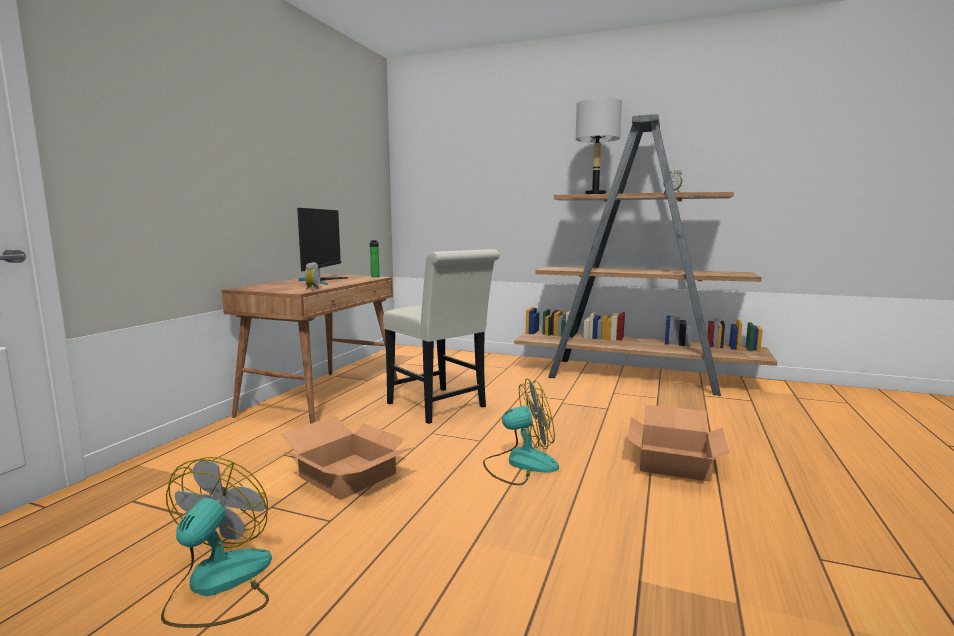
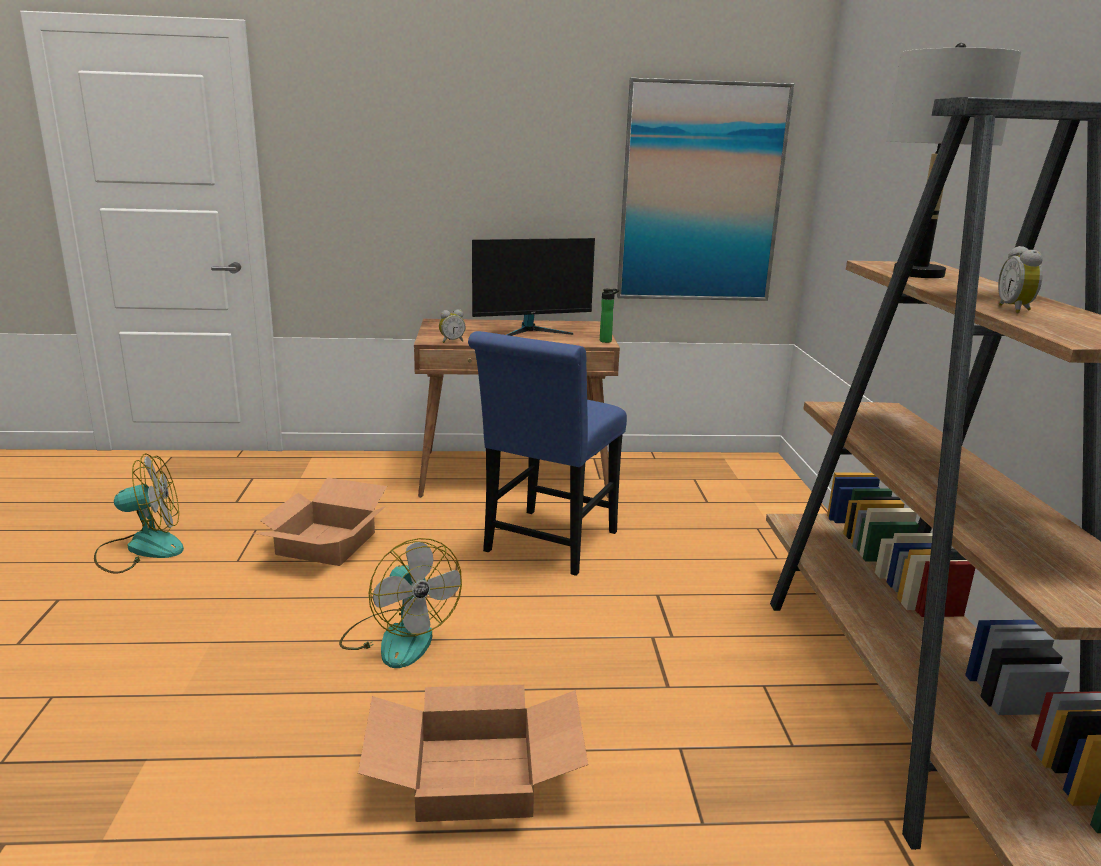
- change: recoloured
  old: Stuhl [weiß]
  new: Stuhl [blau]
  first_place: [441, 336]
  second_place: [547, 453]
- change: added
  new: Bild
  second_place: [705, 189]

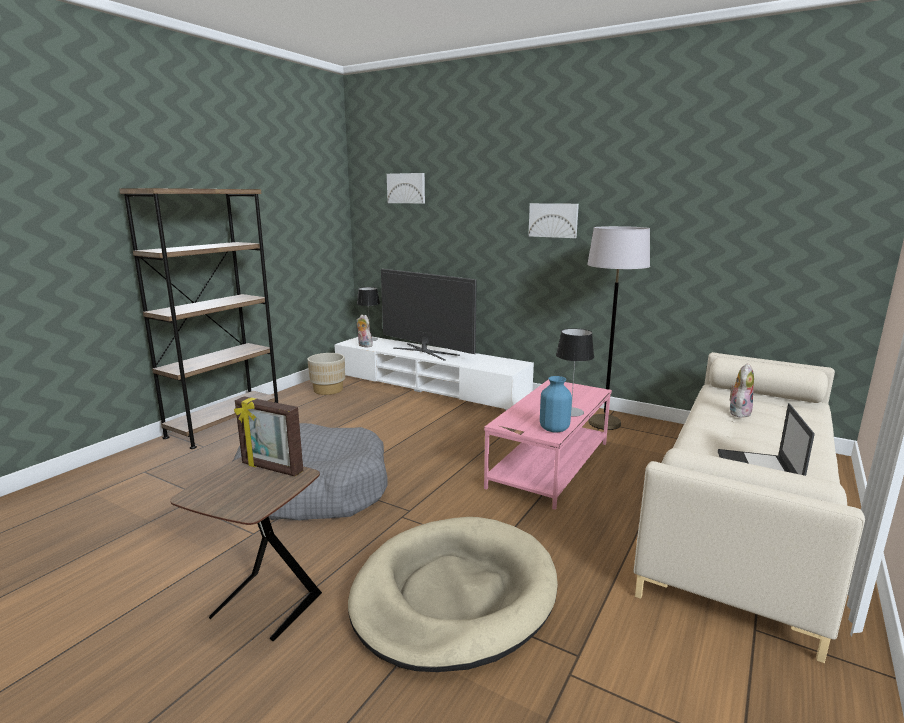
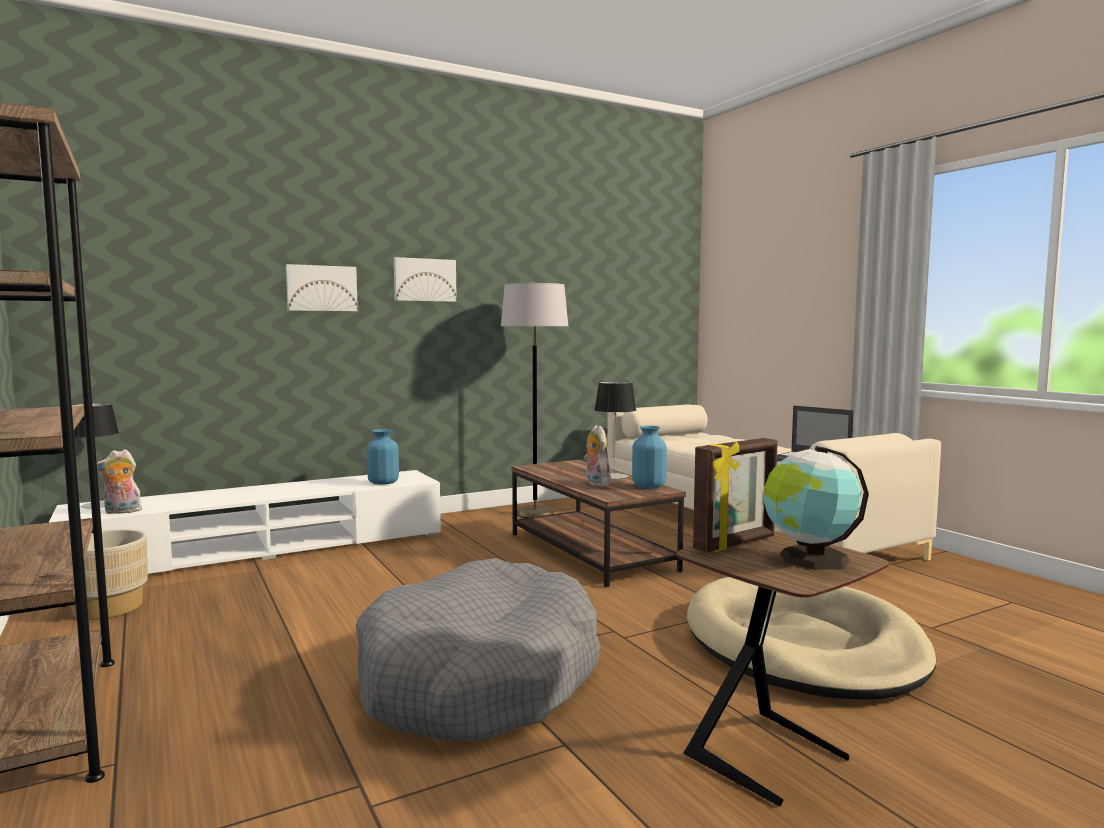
- change: removed
  old: Fernseher
  first_place: [429, 315]
- change: moved
  old: Bild
  first_place: [406, 188]
  second_place: [322, 287]
- change: recoloured
  old: Couchtisch [rosa]
  new: Couchtisch [braun]
  first_place: [548, 444]
  second_place: [598, 523]
- change: moved
  old: Plüschtier
  first_place: [741, 390]
  second_place: [597, 456]
- change: added
  new: Vase [blau]
  second_place: [383, 457]
- change: added
  new: Globus
  second_place: [816, 508]

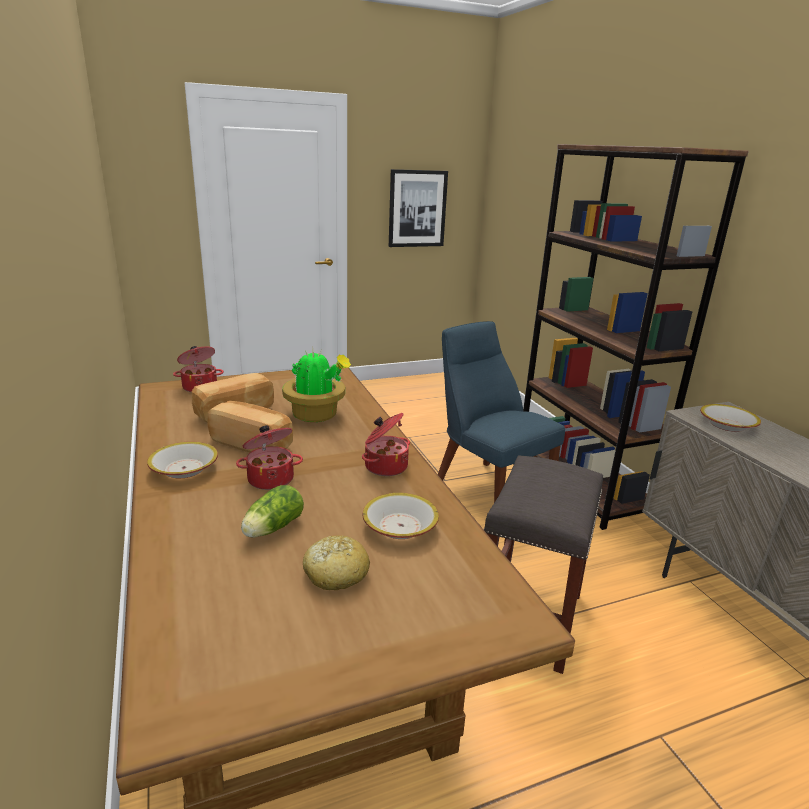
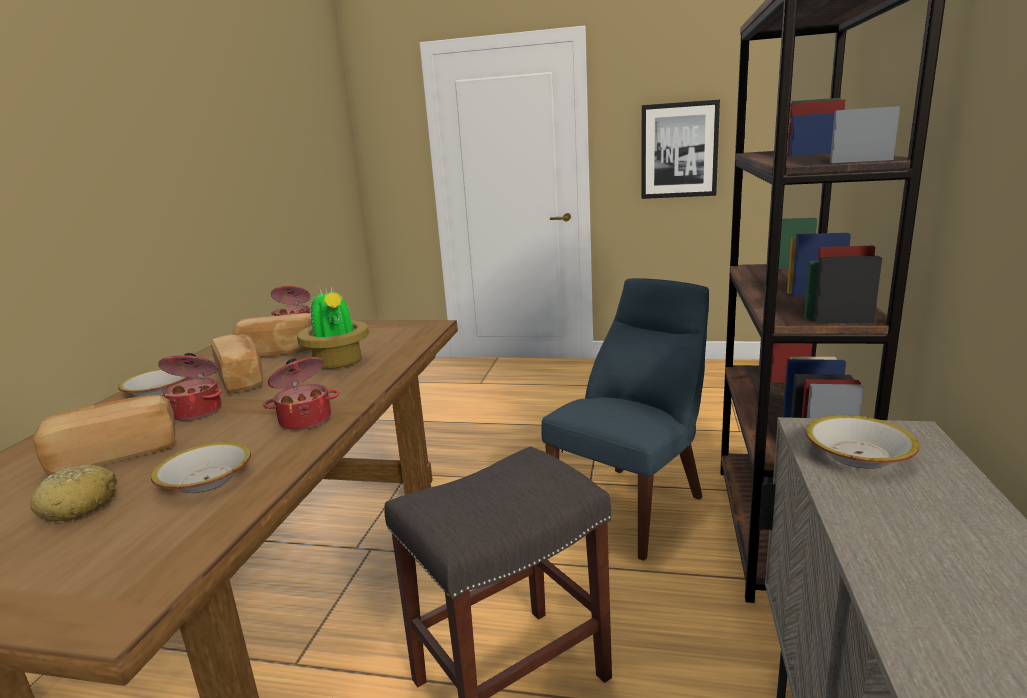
- change: replaced
  old: Salatkopf
  new: Brot
  first_place: [272, 511]
  second_place: [104, 435]
- change: turned
  old: Stuhl [blau]
  first_place: [501, 412]
  second_place: [625, 419]
  degrees: 45

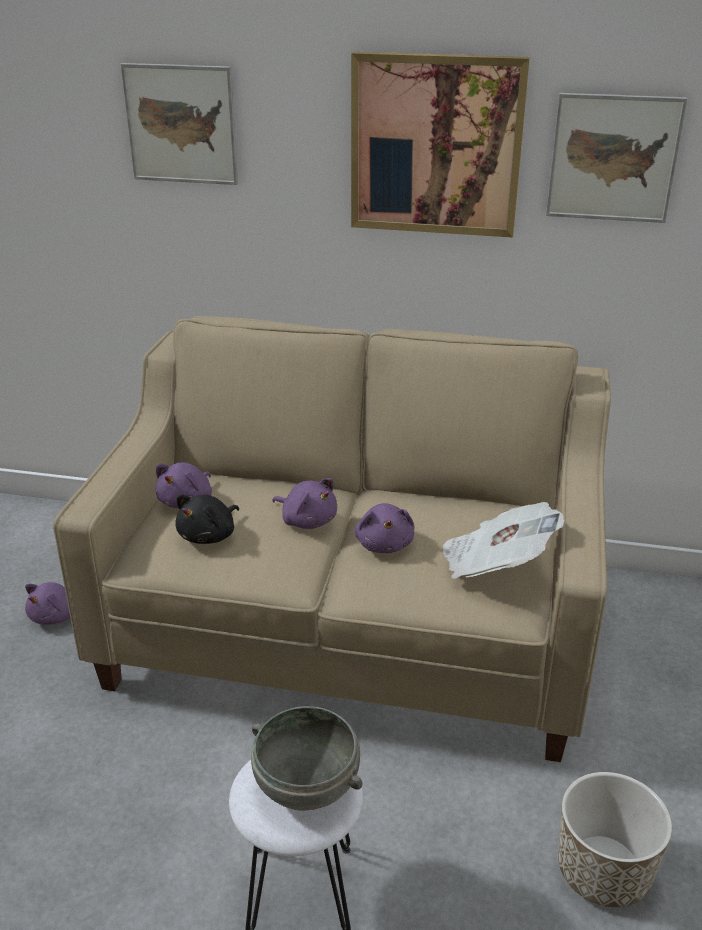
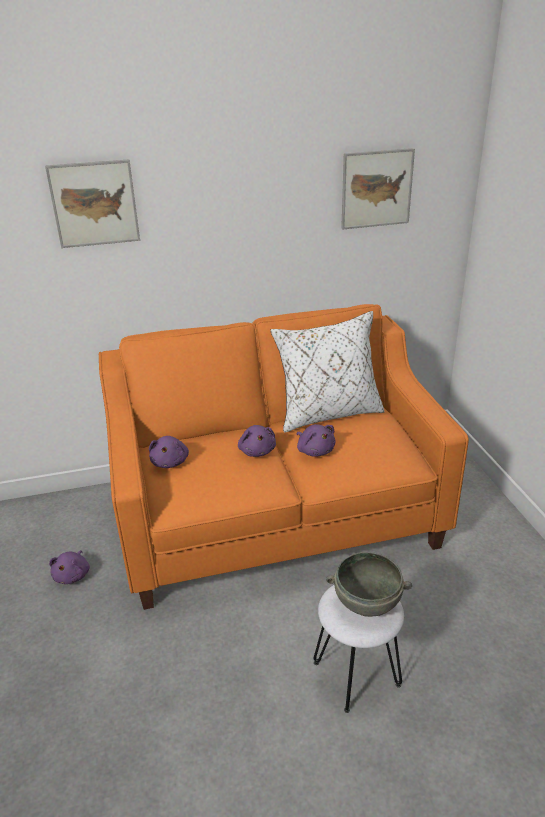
- change: recoloured
  old: Sofa [beige]
  new: Sofa [orange]
  first_place: [332, 539]
  second_place: [284, 457]
- change: removed
  old: Plüschtier [schwarz]
  first_place: [207, 519]
- change: turned
  old: Plüschtier [lila]
  first_place: [304, 503]
  second_place: [257, 441]
  degrees: 60
- change: removed
  old: Bild
  first_place: [440, 145]
- change: removed
  old: Zeitung
  first_place: [503, 540]
- change: removed
  old: Pflanzkübel
  first_place: [615, 839]
- change: added
  new: Kissen [weiß]
  second_place: [327, 371]

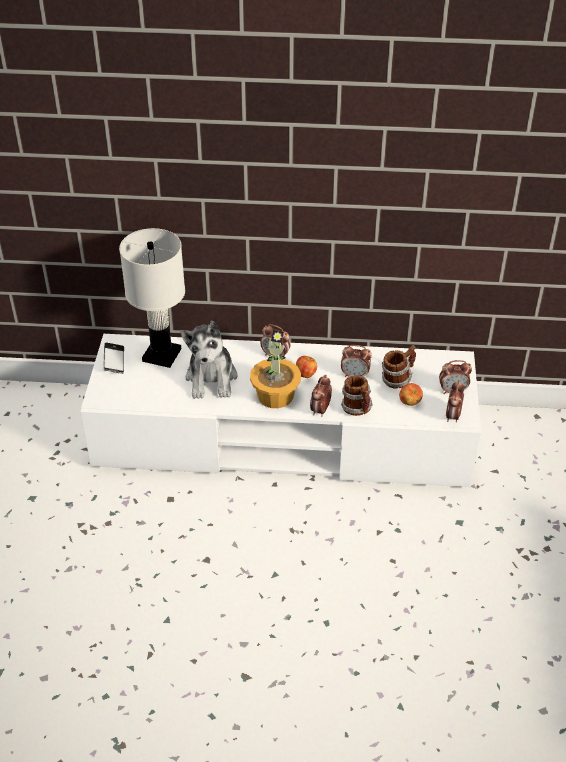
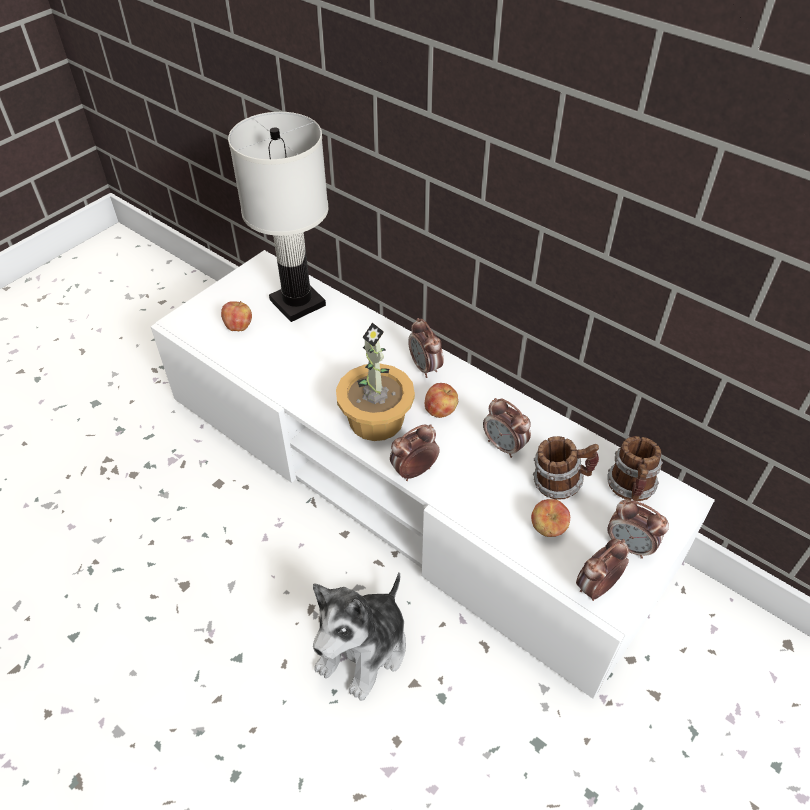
- change: removed
  old: Handy
  first_place: [113, 358]
- change: moved
  old: Plüschtier
  first_place: [209, 360]
  second_place: [359, 636]
- change: moved
  old: Henkelbecher
  first_place: [357, 396]
  second_place: [635, 468]
- change: added
  new: Apfel
  second_place: [236, 316]

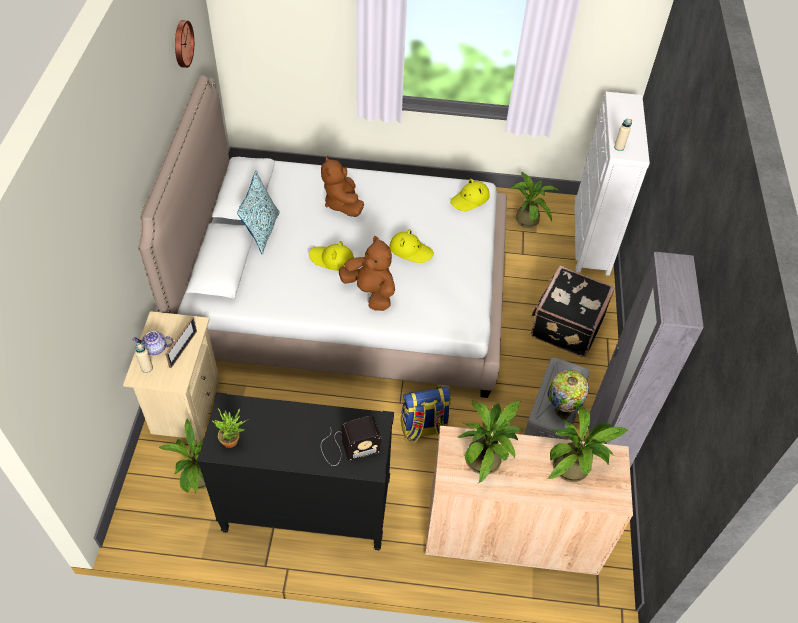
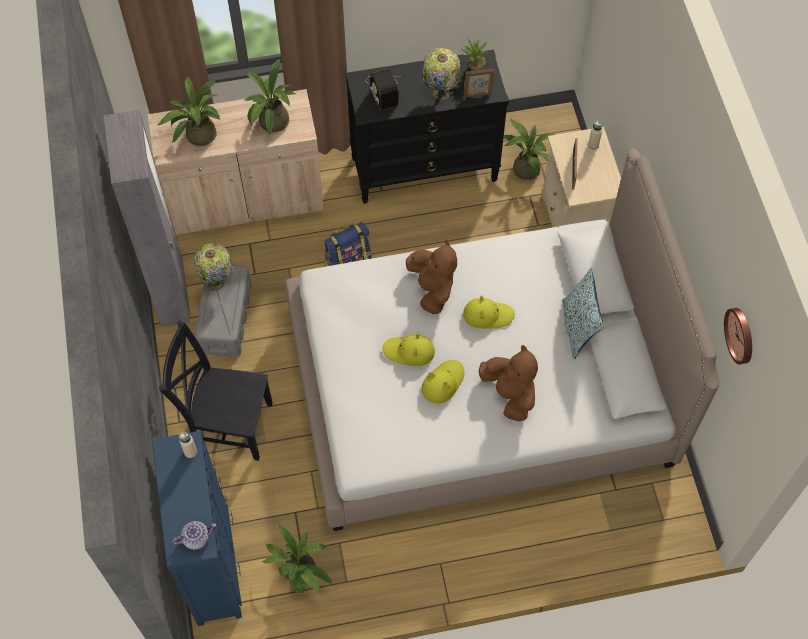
- change: moved
  old: Teekanne
  first_place: [153, 343]
  second_place: [194, 535]
- change: turned
  old: Radio
  first_place: [351, 441]
  second_place: [382, 89]
  degrees: -75
- change: turned
  old: Plüschtier [braun]
  first_place: [367, 273]
  second_place: [431, 277]
  degrees: -135
- change: moved
  old: Hut [gelb]
  first_place: [470, 195]
  second_place: [442, 382]
- change: replaced
  old: Koffer [schwarz]
  new: Stuhl [schwarz]
  first_place: [573, 311]
  second_place: [216, 390]
- change: recoloured
  old: Kommode [weiß]
  new: Kommode [blau]
  first_place: [612, 184]
  second_place: [197, 528]
- change: added
  new: Tischlampe
  second_place: [441, 74]
- change: added
  new: Bilderrahmen
  second_place: [479, 83]

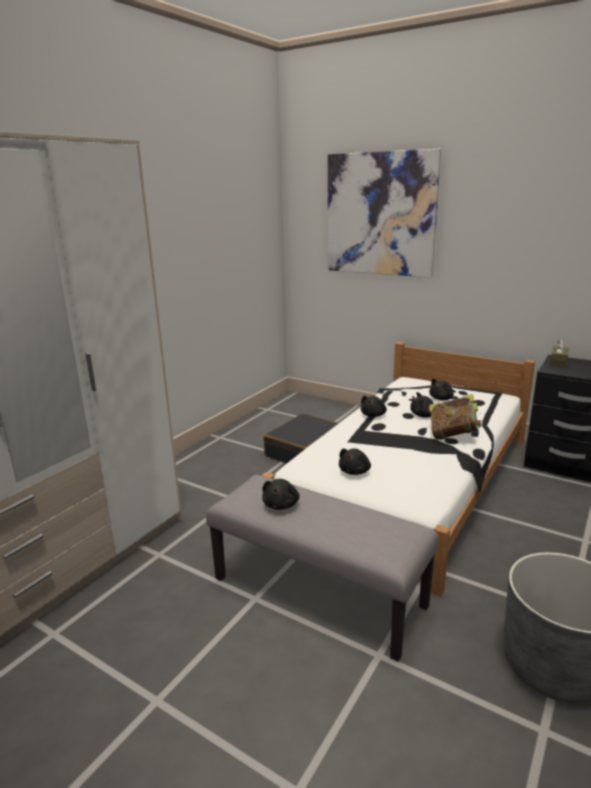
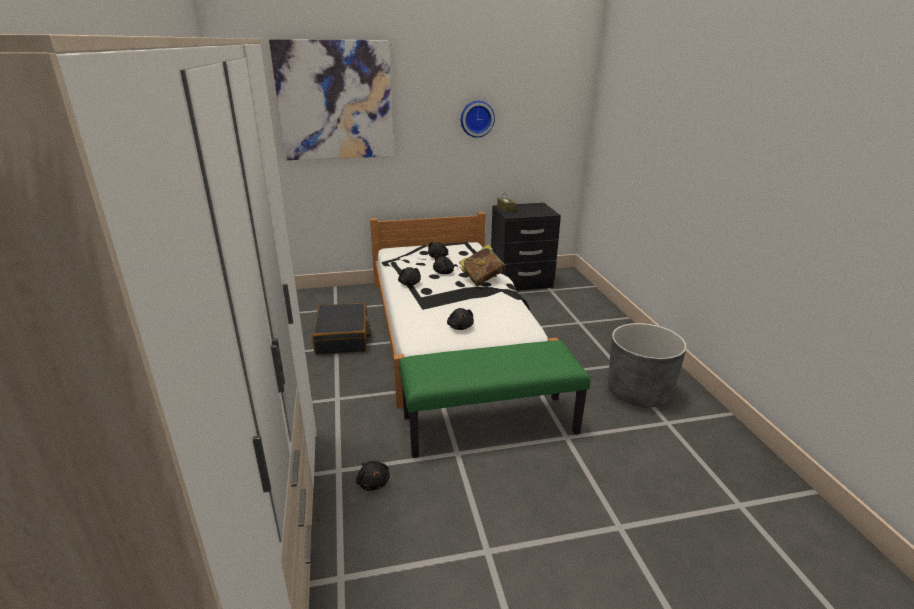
- change: recoloured
  old: Bank [grau]
  new: Bank [grün]
  first_place: [322, 568]
  second_place: [494, 399]
- change: moved
  old: Plüschtier [schwarz]
  first_place: [281, 494]
  second_place: [373, 476]
- change: added
  new: Wanduhr
  second_place: [478, 119]

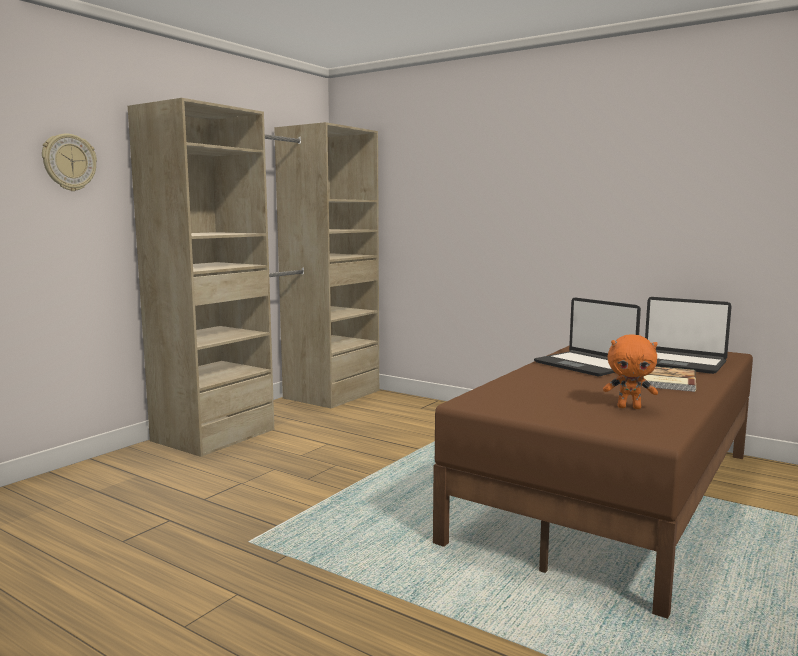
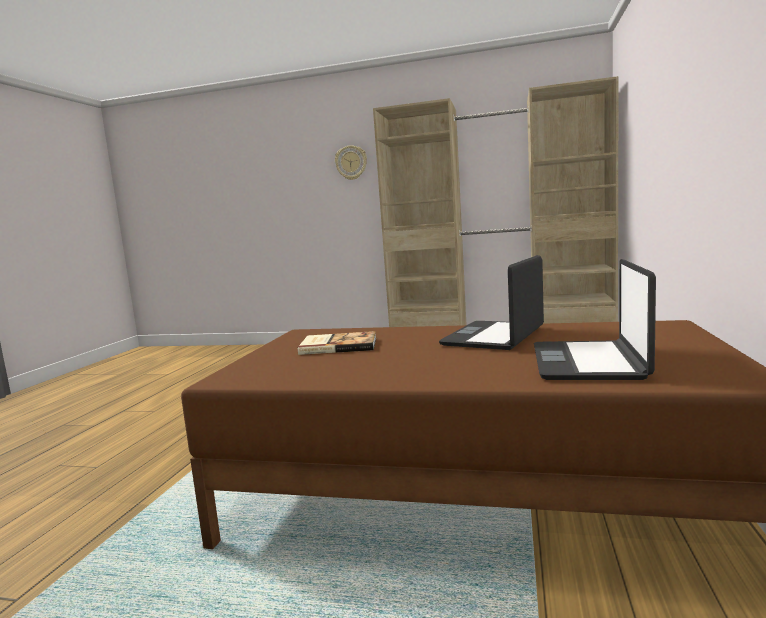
- change: removed
  old: Plüschtier [orange]
  first_place: [630, 372]
- change: moved
  old: Buch
  first_place: [669, 379]
  second_place: [337, 343]

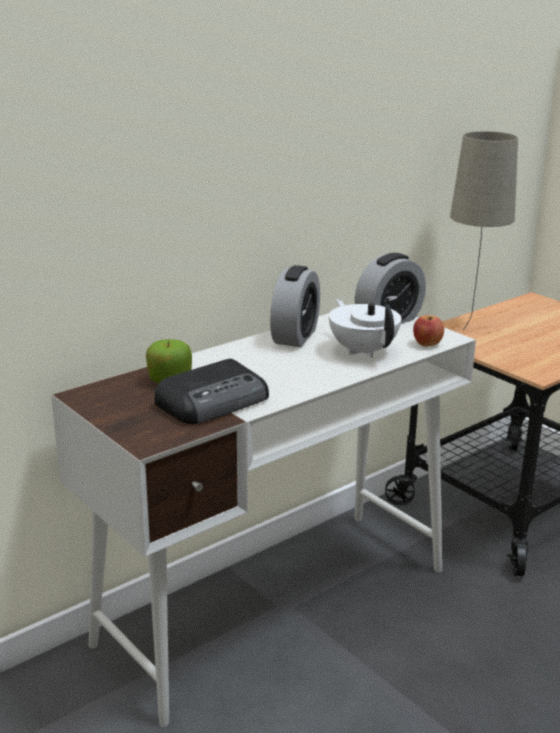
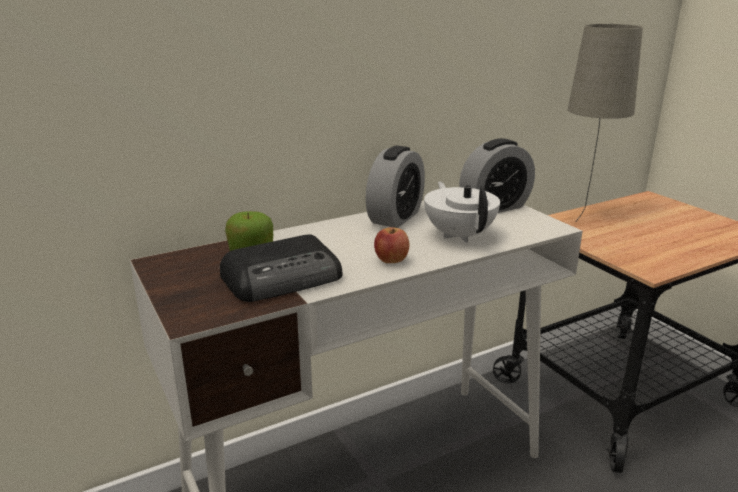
- change: moved
  old: Apfel
  first_place: [428, 330]
  second_place: [391, 245]

